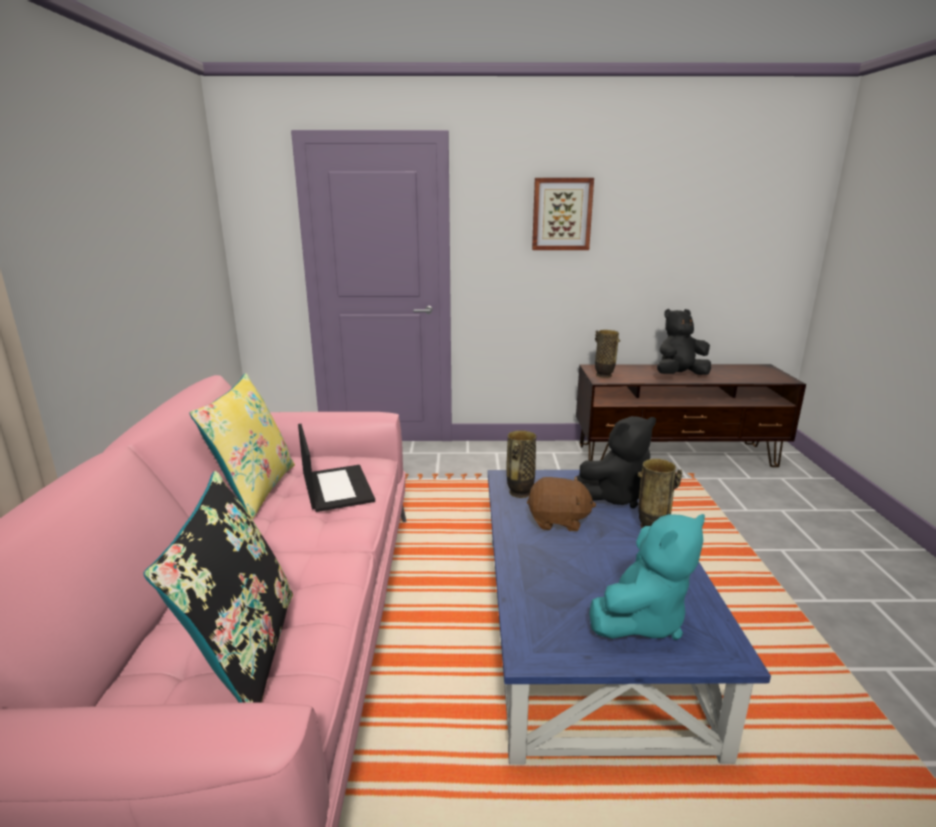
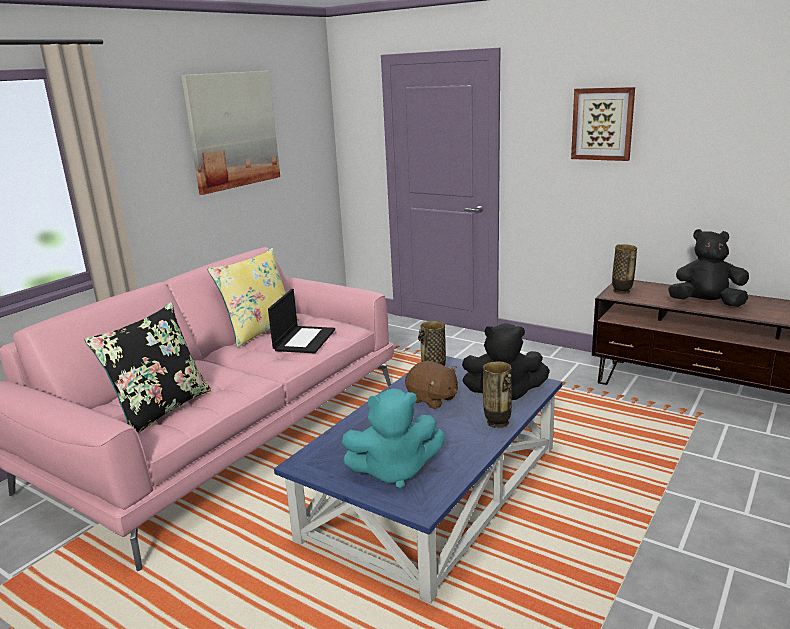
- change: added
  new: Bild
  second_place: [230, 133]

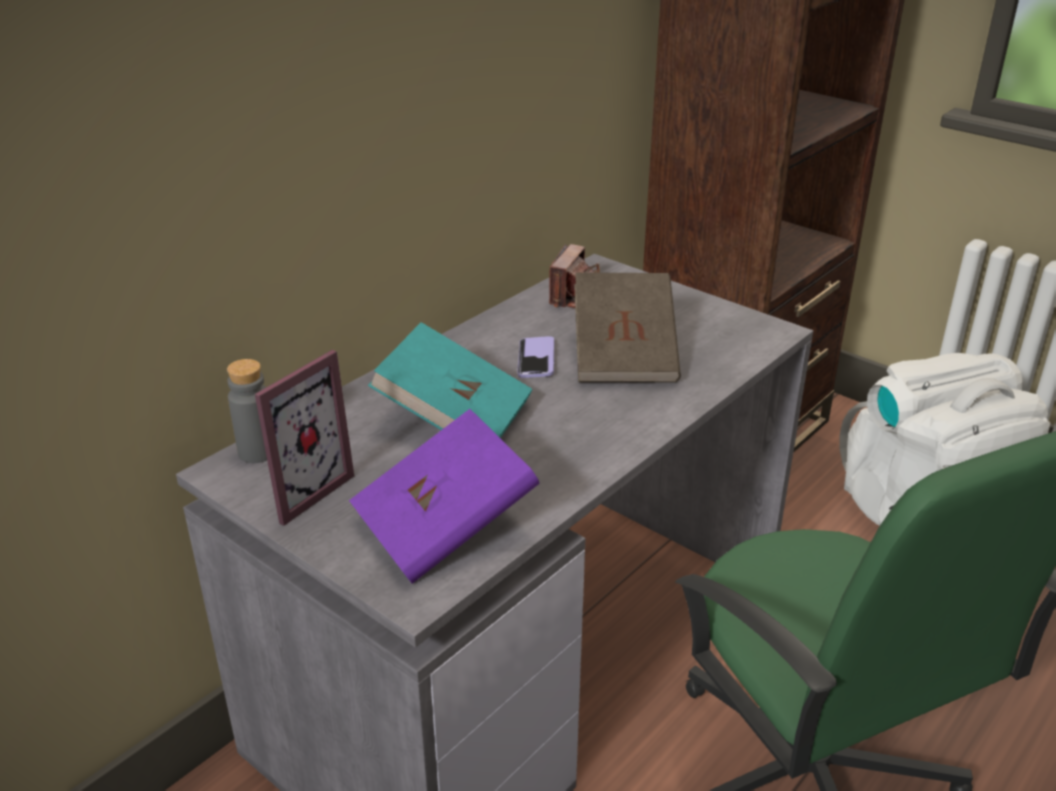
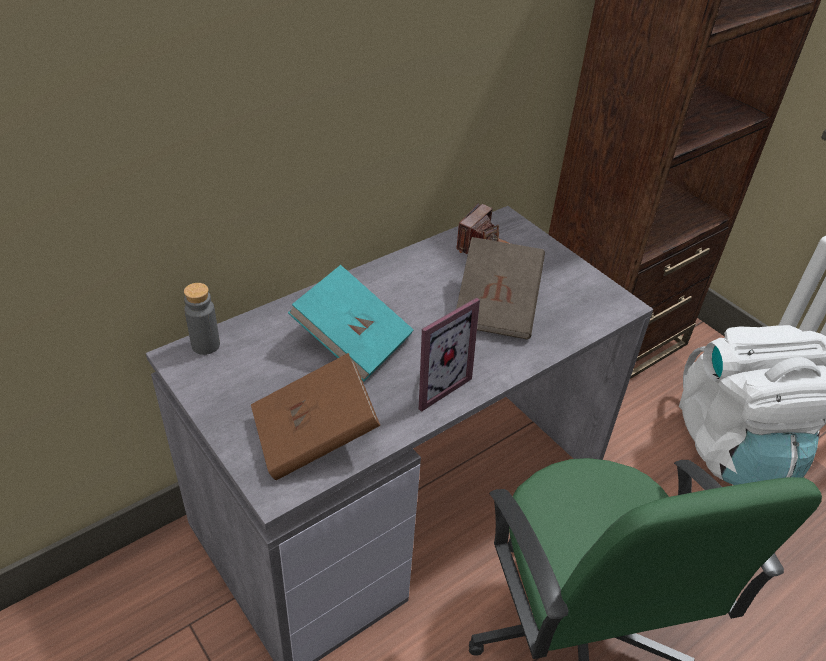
- change: moved
  old: Bilderrahmen
  first_place: [304, 438]
  second_place: [449, 355]
- change: recoloured
  old: Buch [lila]
  new: Buch [braun]
  first_place: [444, 496]
  second_place: [315, 416]
- change: removed
  old: Handy
  first_place: [535, 357]

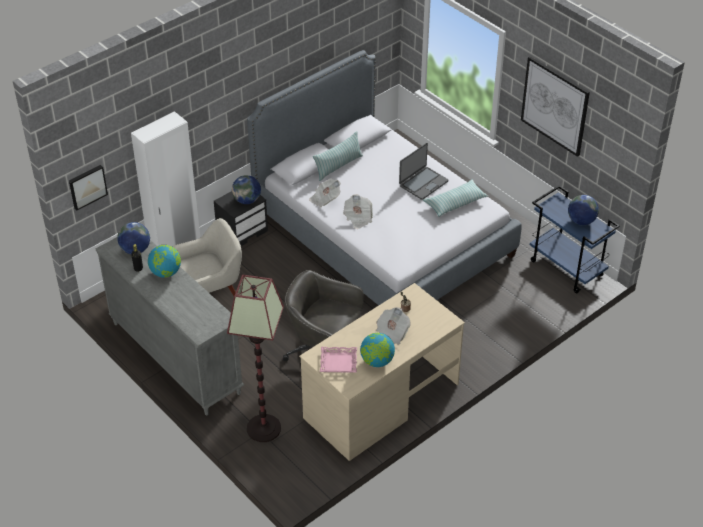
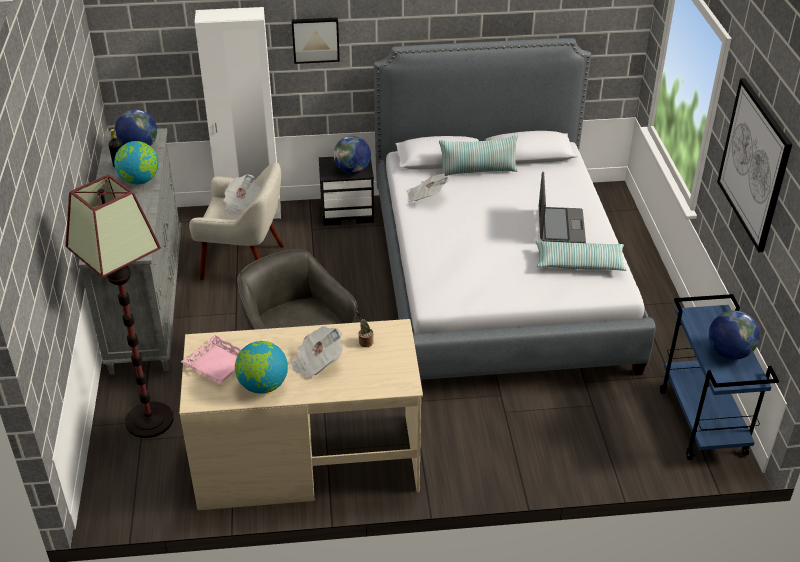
- change: moved
  old: Bild
  first_place: [88, 187]
  second_place: [315, 40]
- change: moved
  old: Zeitung
  first_place: [358, 211]
  second_place: [242, 194]
- change: turned
  old: Laptop
  first_place: [423, 171]
  second_place: [562, 207]
  degrees: -75

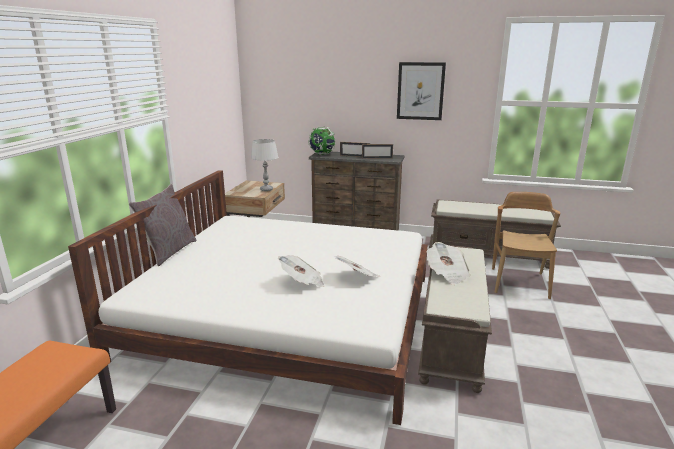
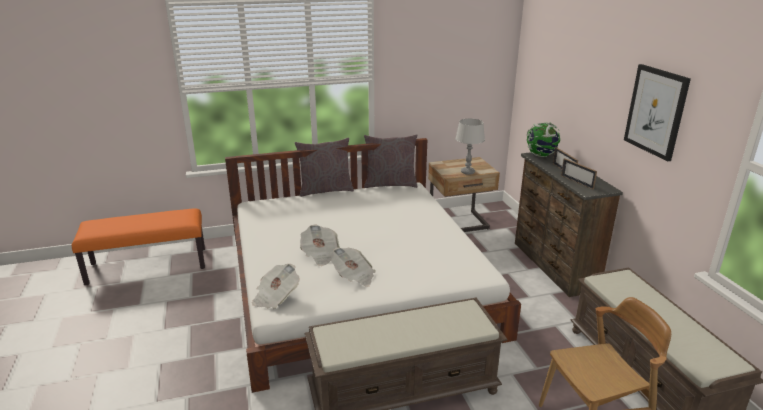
- change: moved
  old: Zeitung
  first_place: [449, 263]
  second_place: [276, 286]
- change: added
  new: Kissen [grau]
  second_place: [390, 161]

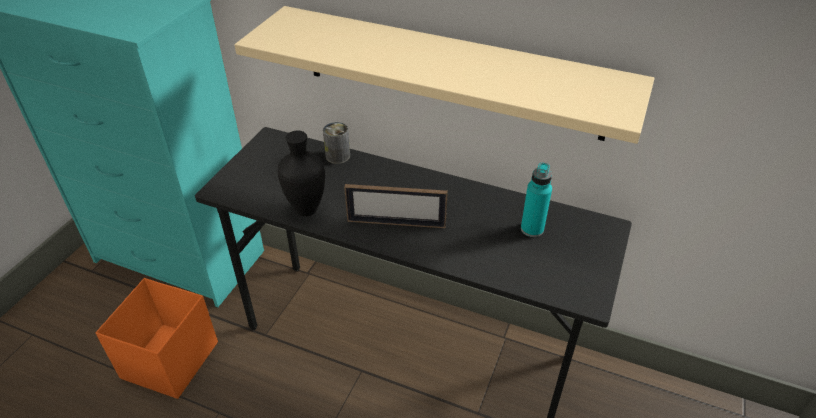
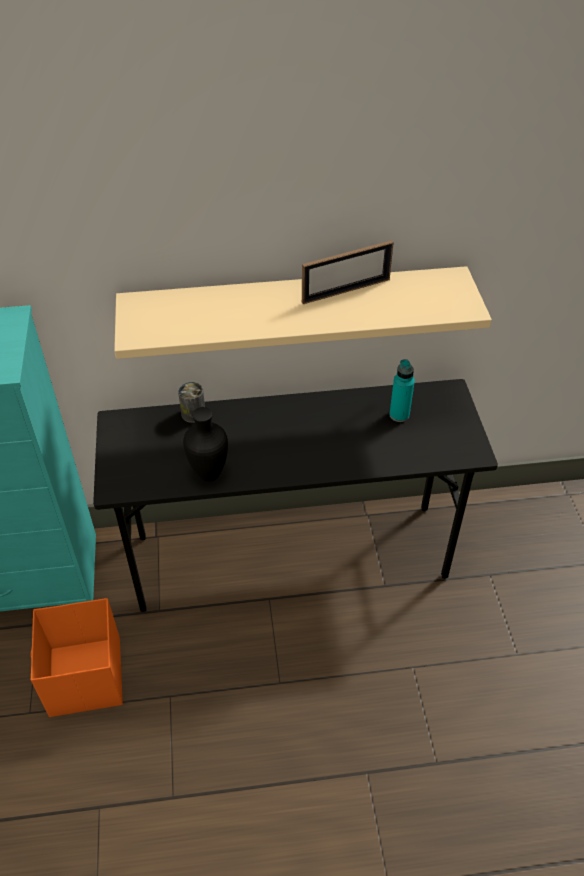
- change: moved
  old: Bilderrahmen
  first_place: [396, 206]
  second_place: [348, 272]

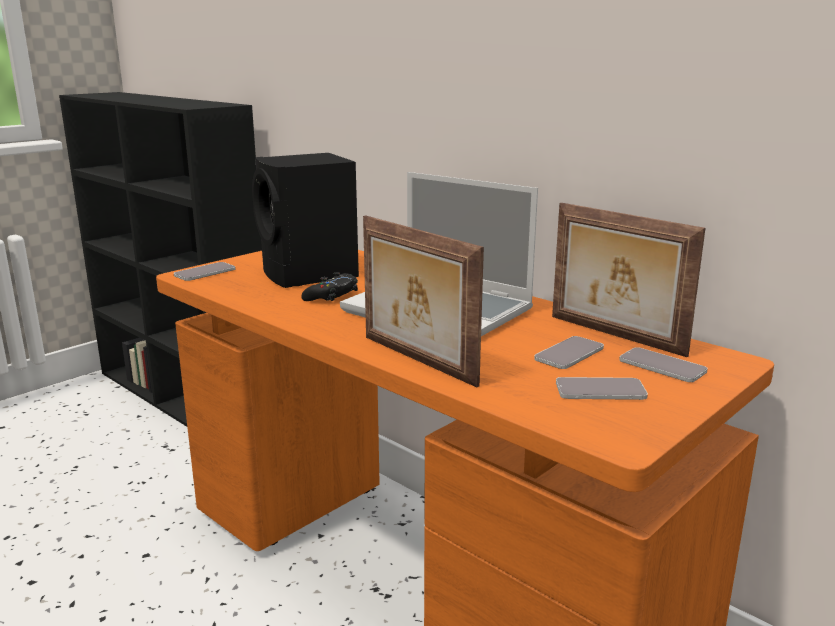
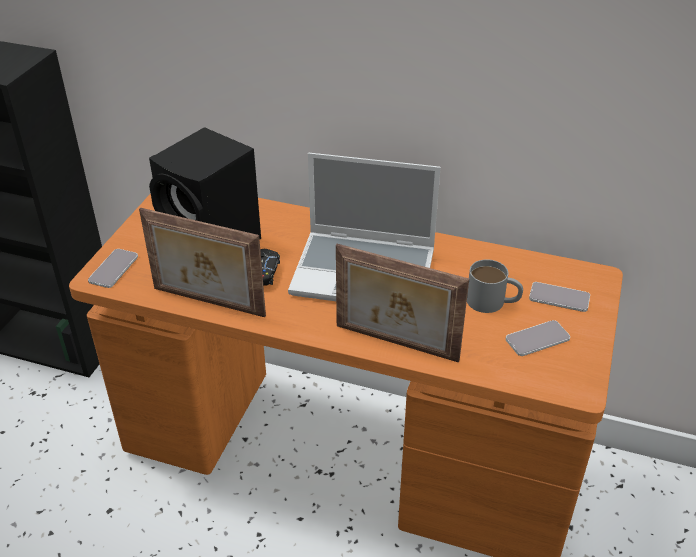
- change: replaced
  old: Handy
  new: Henkelbecher [grau]
  first_place: [569, 352]
  second_place: [495, 286]
- change: moved
  old: Bilderrahmen
  first_place: [628, 280]
  second_place: [202, 262]

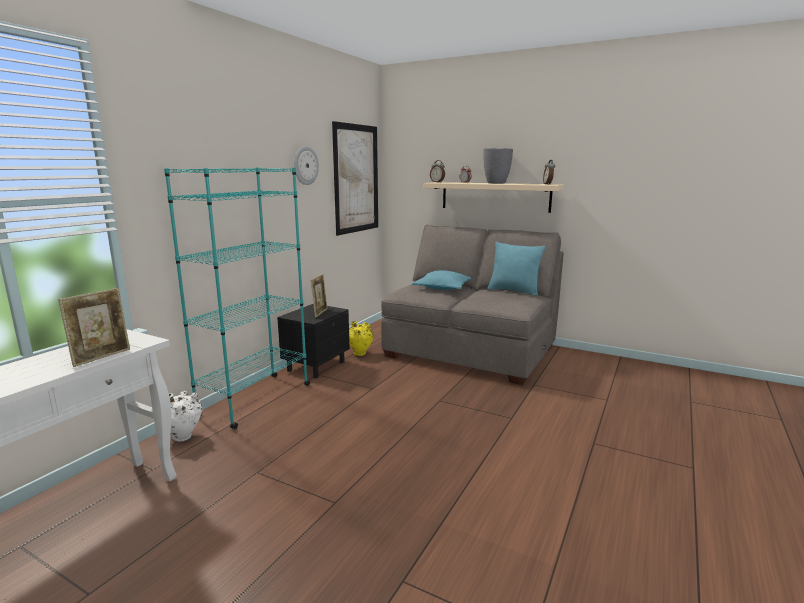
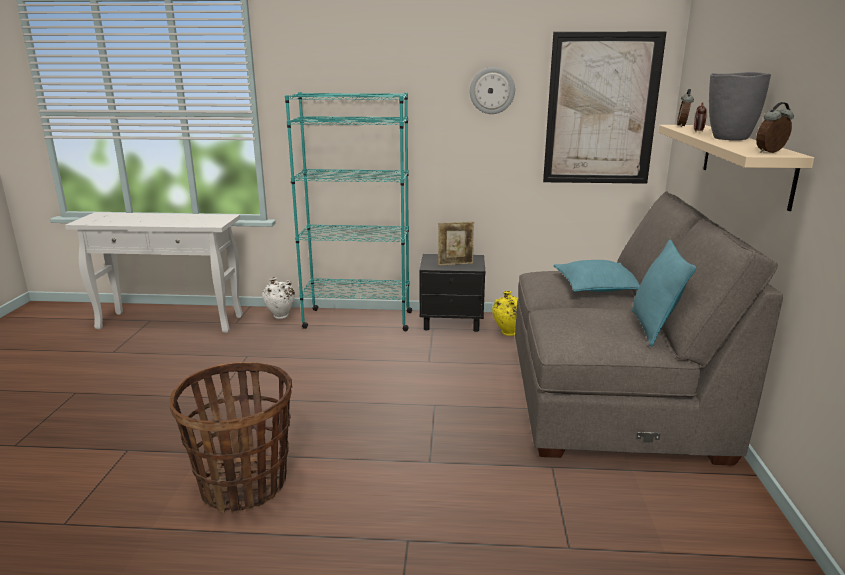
- change: removed
  old: Bilderrahmen
  first_place: [94, 327]
- change: added
  new: Korb
  second_place: [231, 437]

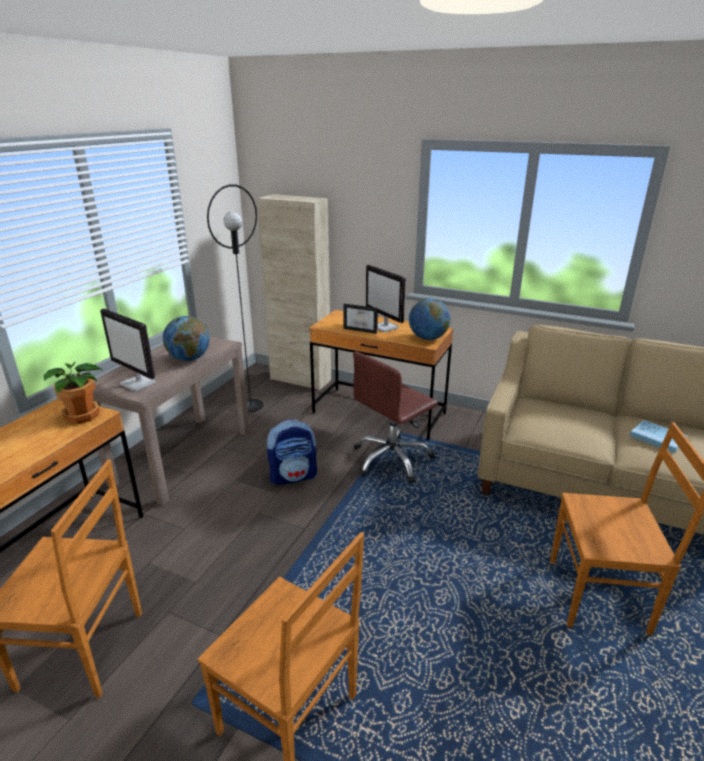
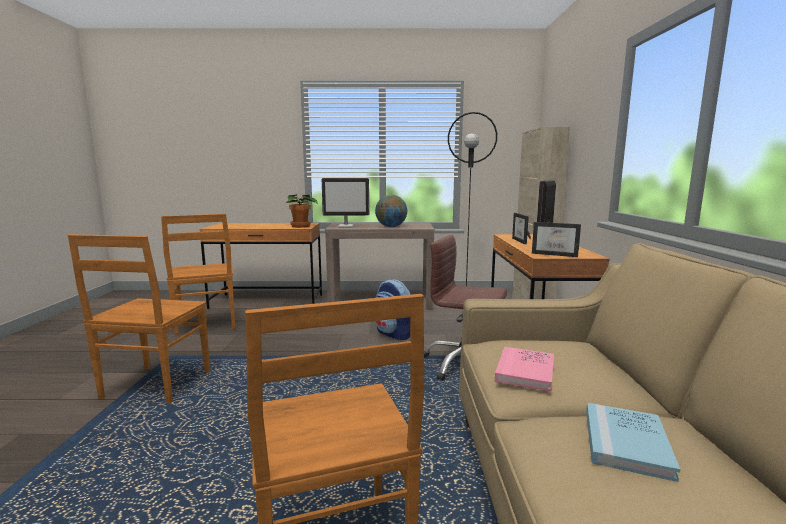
- change: turned
  old: Monitor
  first_place: [128, 350]
  second_place: [345, 203]
  degrees: -105
- change: replaced
  old: Globus
  new: Bilderrahmen
  first_place: [430, 319]
  second_place: [556, 239]
- change: added
  new: Buch [rosa]
  second_place: [524, 369]

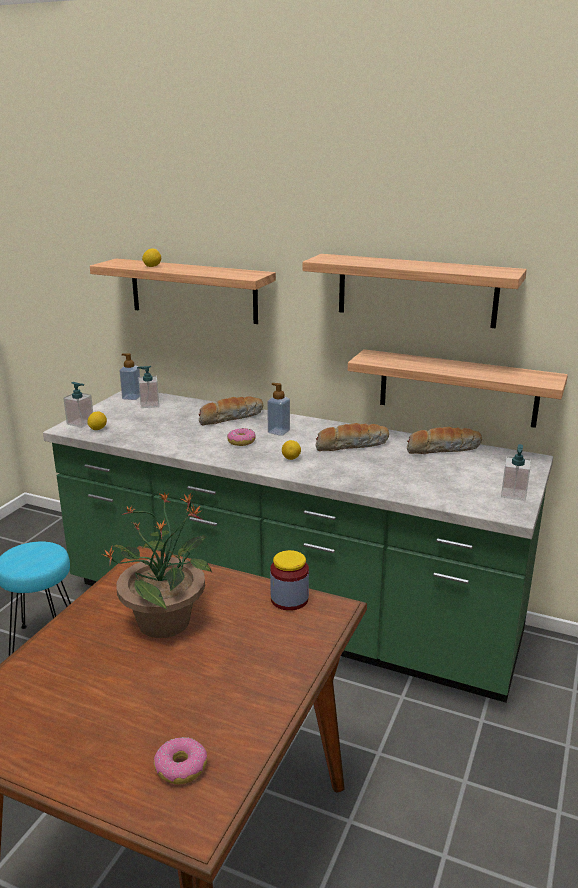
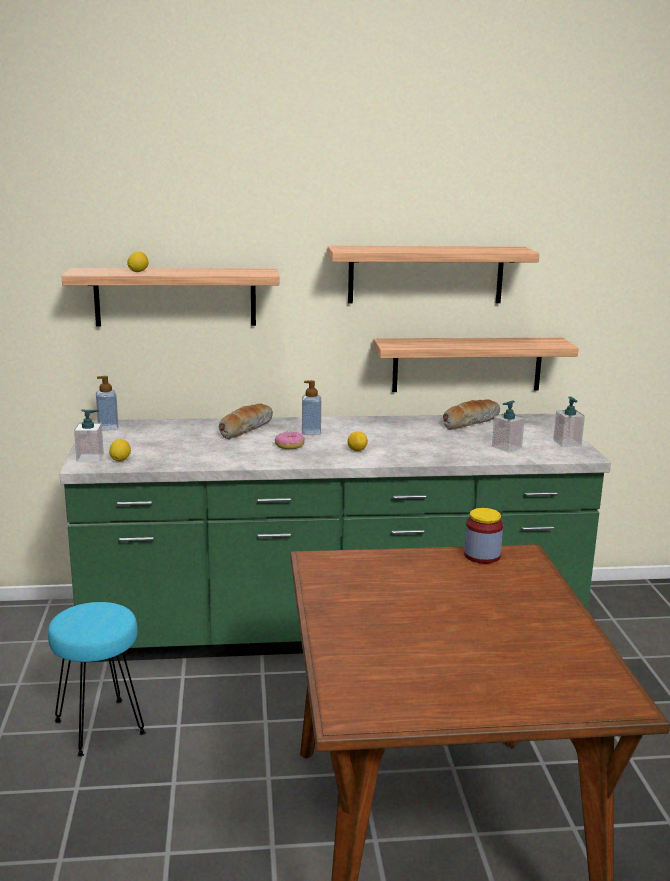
- change: removed
  old: Topfpflanze
  first_place: [156, 565]
- change: moved
  old: Seifenspender
  first_place: [148, 387]
  second_place: [508, 426]
- change: removed
  old: Donut
  first_place: [180, 760]
- change: removed
  old: Brot
  first_place: [352, 437]

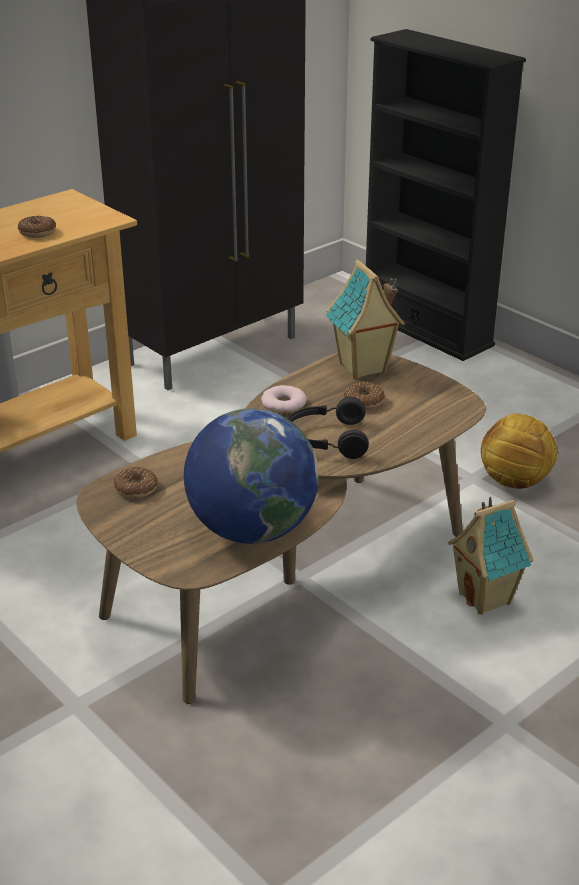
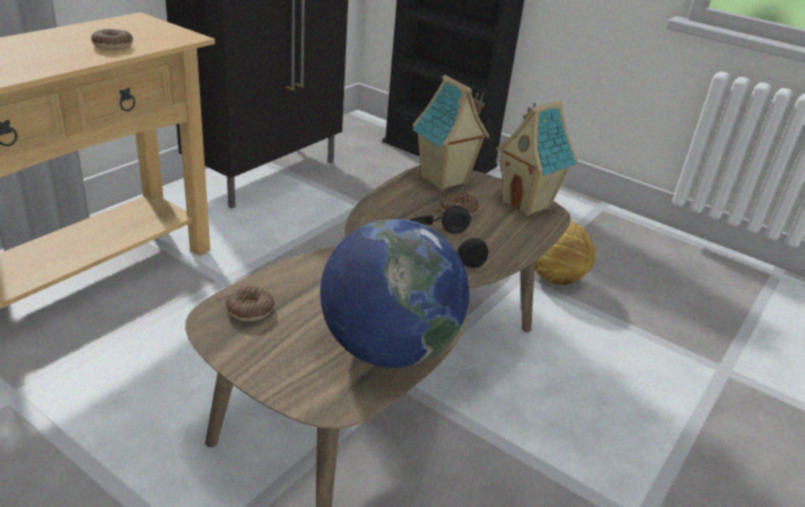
- change: removed
  old: Donut
  first_place: [284, 399]
- change: moved
  old: Spielzeughaus
  first_place: [491, 556]
  second_place: [537, 158]

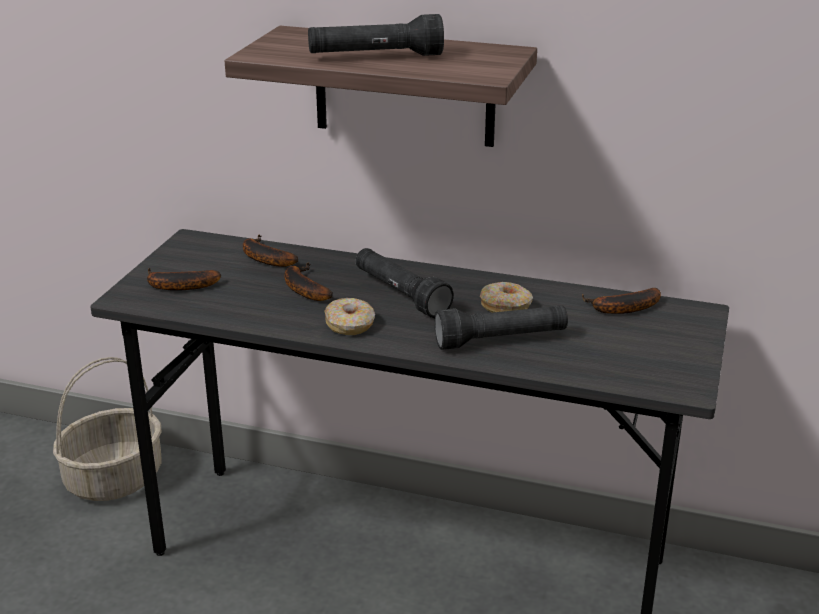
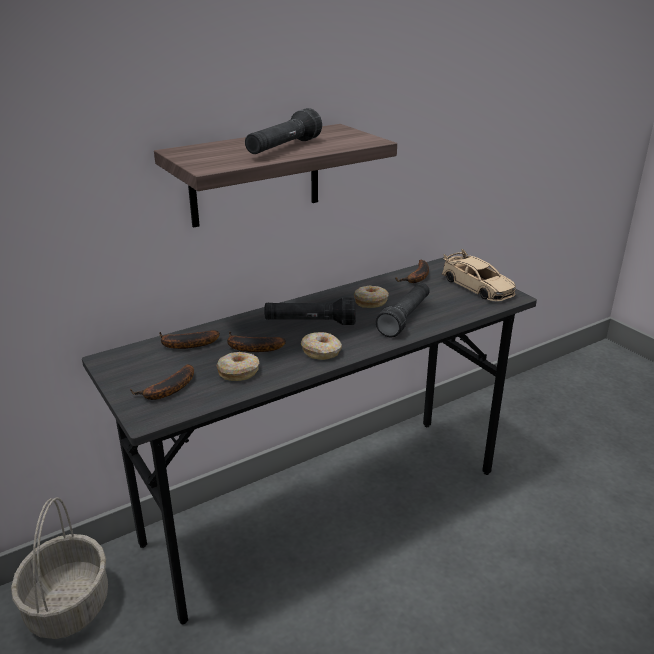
- change: added
  new: Donut
  second_place: [237, 366]
- change: added
  new: Spielzeugauto [beige]
  second_place: [479, 275]

